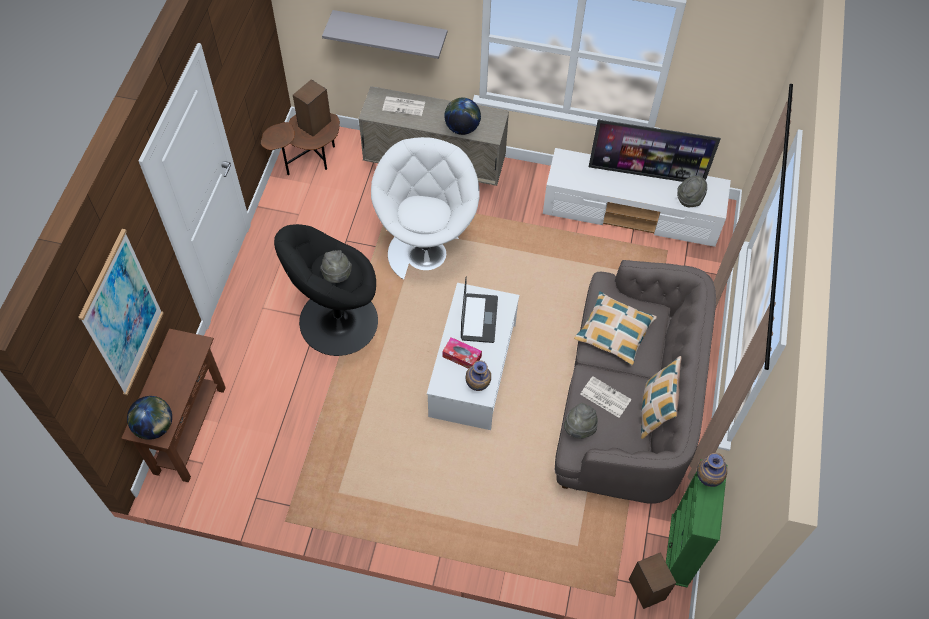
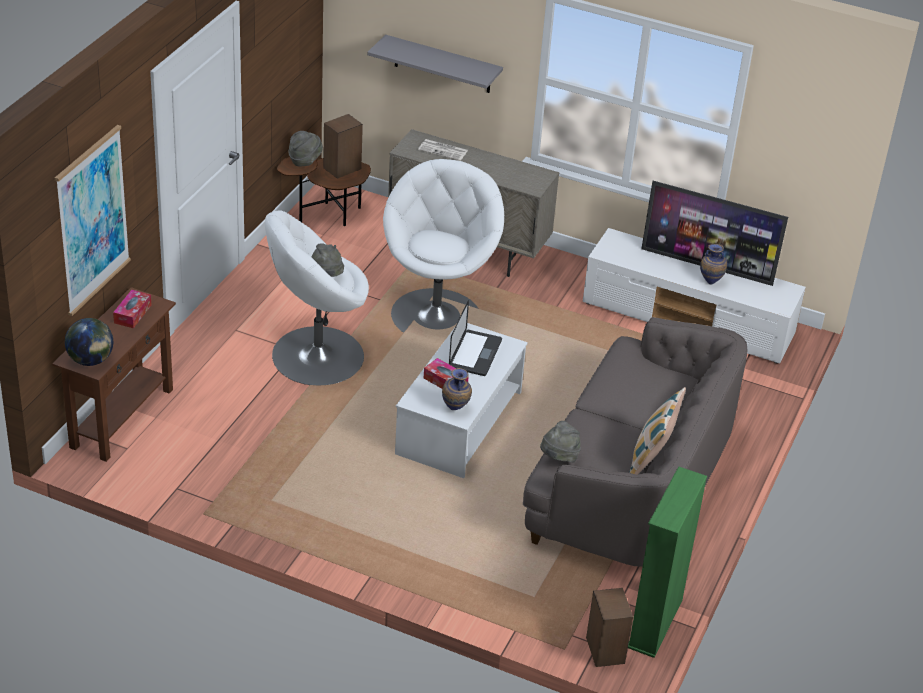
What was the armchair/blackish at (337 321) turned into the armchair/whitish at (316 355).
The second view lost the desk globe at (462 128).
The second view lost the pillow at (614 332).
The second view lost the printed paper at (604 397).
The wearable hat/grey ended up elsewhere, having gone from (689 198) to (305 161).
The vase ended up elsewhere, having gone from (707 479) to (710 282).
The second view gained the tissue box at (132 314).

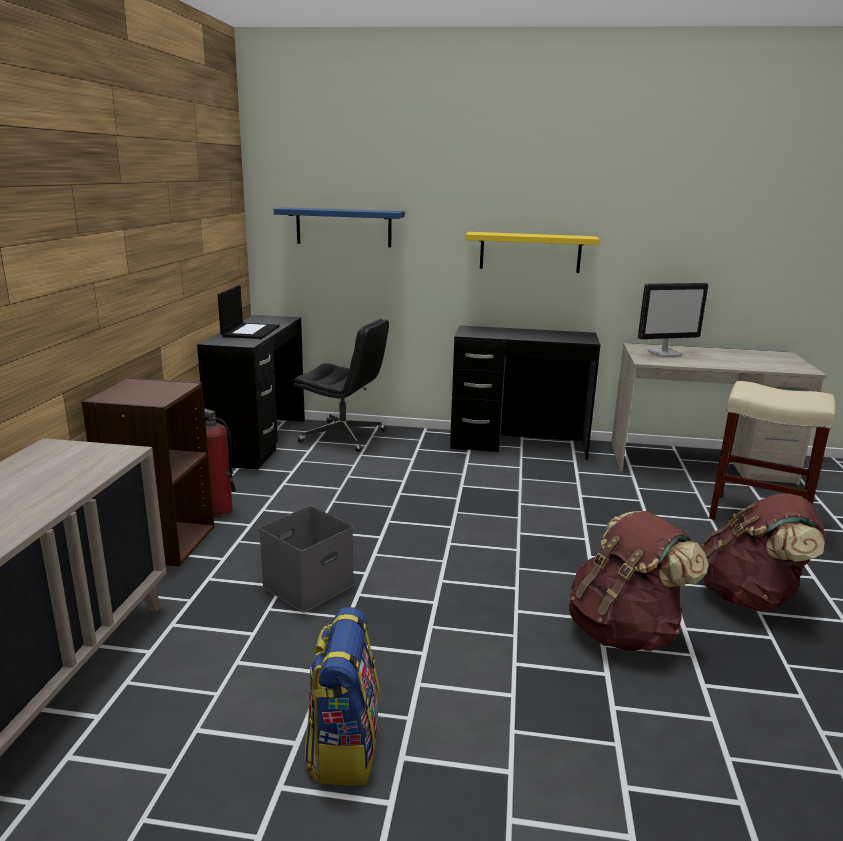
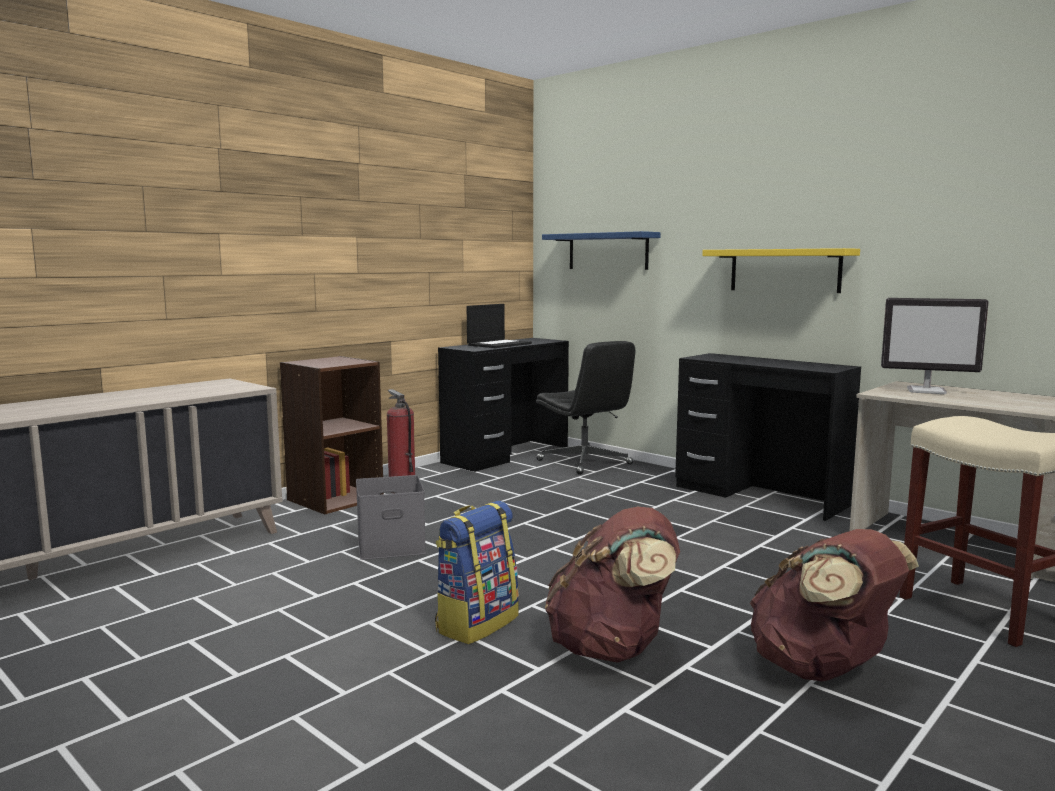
The knapsack ended up elsewhere, having gone from (343 747) to (476 623).

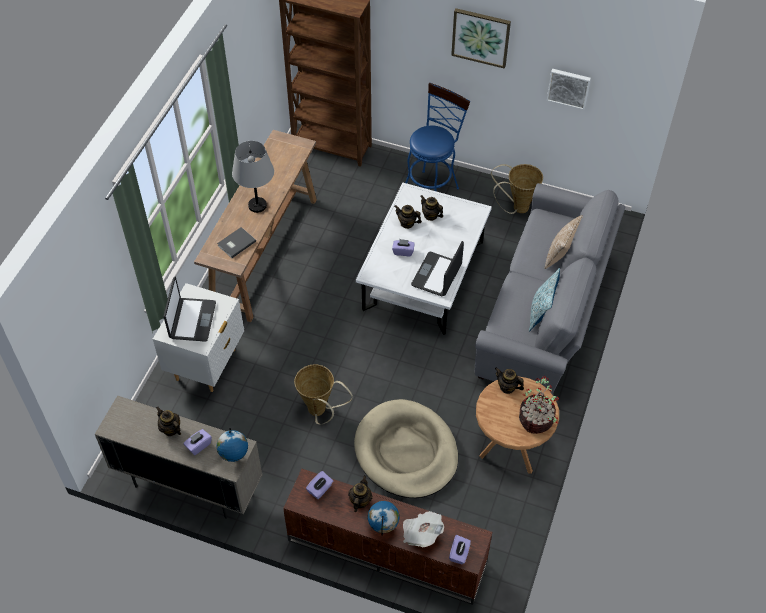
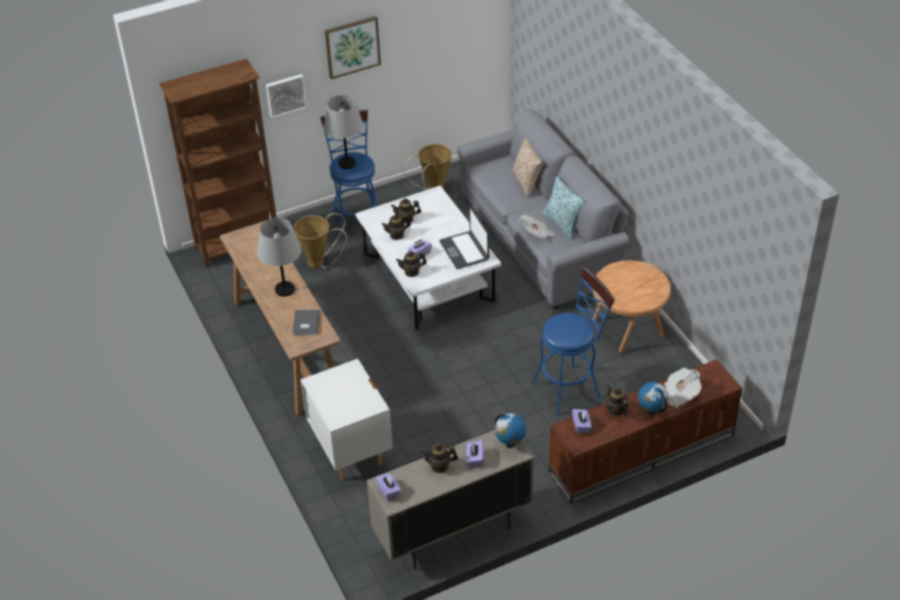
The second view lost the laptop at (192 320).
The storage basket ended up elsewhere, having gone from (320 412) to (320 263).
Where the pet bed/beige stood at (406 452), the stool seat/bluish came to stand at (570 388).
The tissue box/purplish ended up elsewhere, having gone from (459 554) to (389 491).
The tea pot ended up elsewhere, having gone from (507 387) to (412 272).
The second view lost the potted plant at (536 420).
The picture ended up elsewhere, having gone from (568 87) to (285 95).
The second view gained the lamp for a table/grey at (347 163).
The second view gained the printed paper at (536 234).

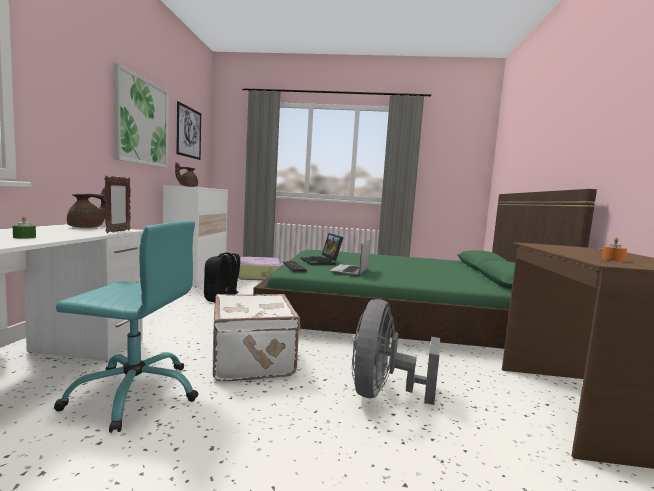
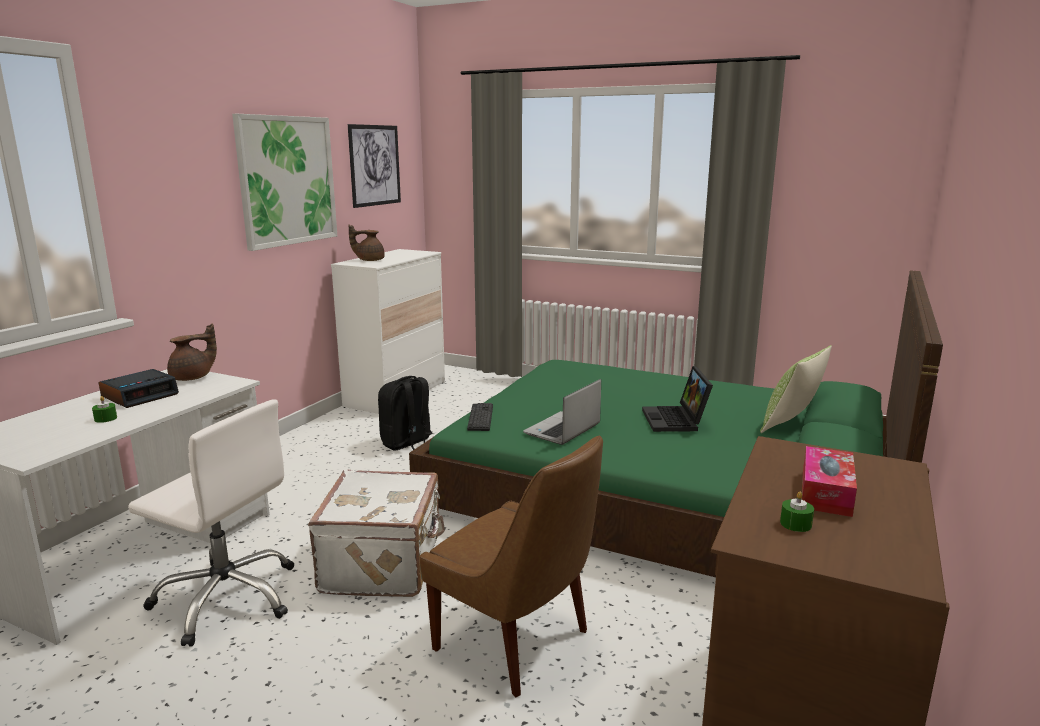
What was the computer chair/turquoise at (135 393) turned into the computer chair/whitish at (227 598).
The second view lost the photo frame at (118 231).
The second view lost the suitcase at (259 275).
The laptop ended up elsewhere, having gone from (321 262) to (676 420).
Where the cooling fan/grey stood at (383 393), the plain chair/brownish came to stand at (516 642).
What was the wax candle/orangey at (613 259) turned into the wax candle/green at (795 524).
The second view gained the table clock at (140 395).
The second view gained the pillow at (791 424).
The second view gained the tissue box at (826 492).

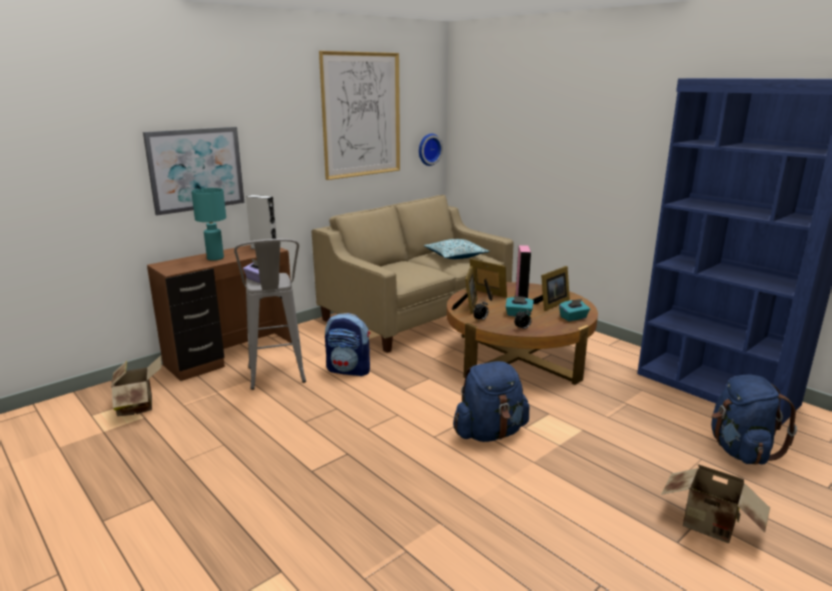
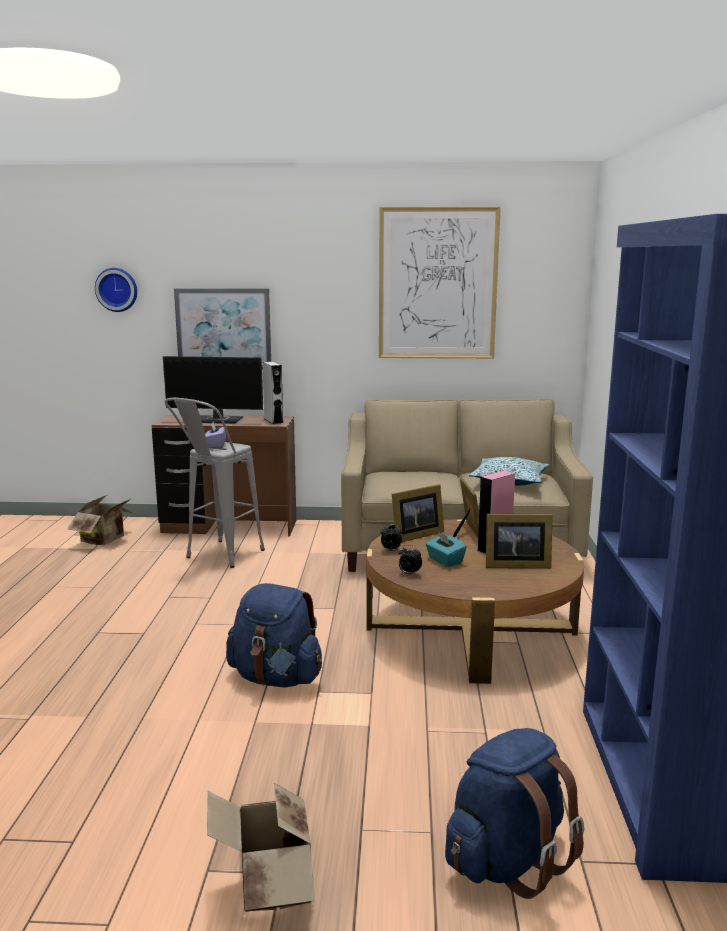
Where the lamp for a table/turquoise stood at (215 258), the computer display came to stand at (218 420).
The second view lost the knapsack at (349 370).
The clock on the wall ended up elsewhere, having gone from (428 149) to (117 289).
The second view lost the tissue box/turquoise at (573 318).

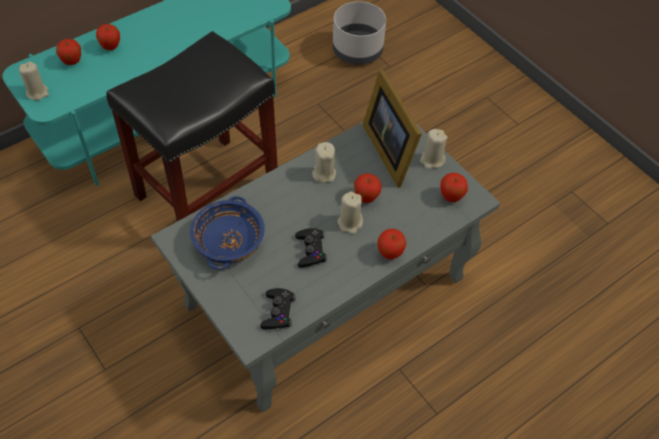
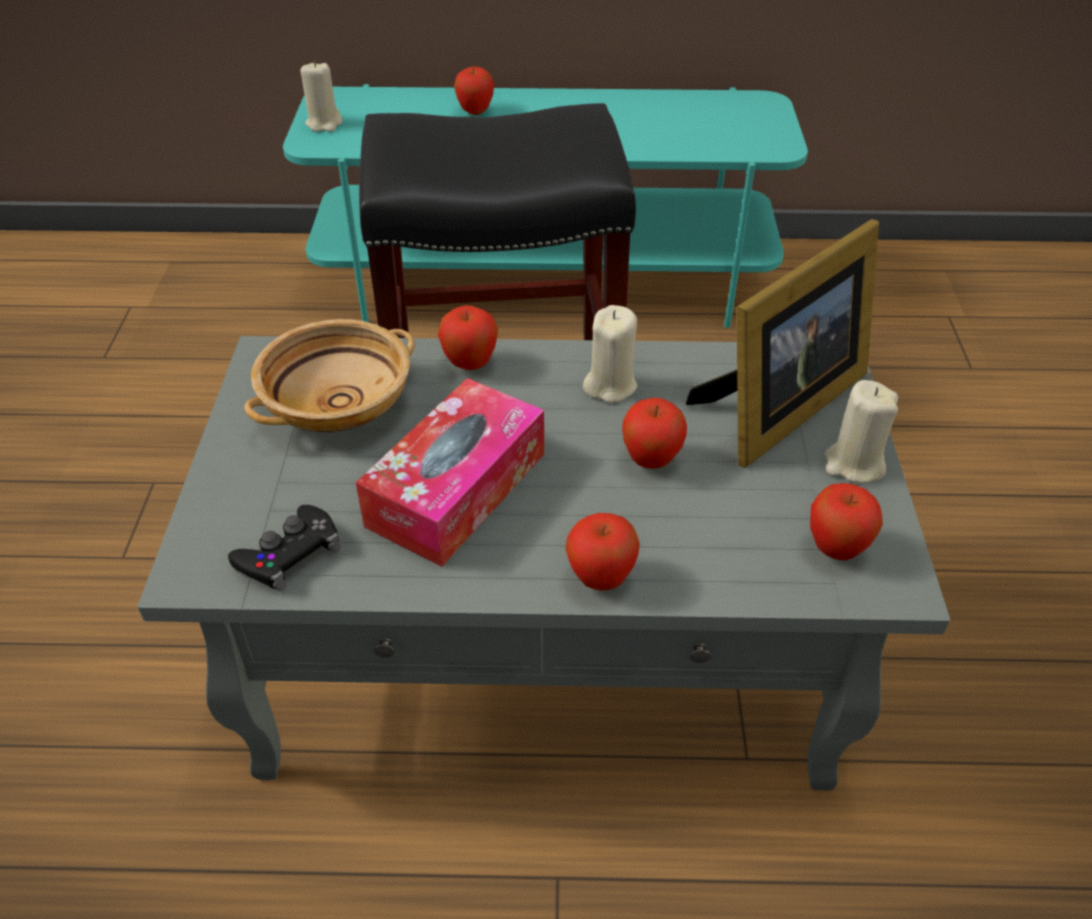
The whole apple ended up elsewhere, having gone from (72 62) to (470 364).
What was the deep dish/bluish at (228 242) turned into the deep dish/beige at (338 403).
Where the gamepad/blackish stood at (311 250), the tissue box came to stand at (457 489).
The second view lost the planter/grey at (358 50).
The second view lost the wax candle/beige at (350 223).
The photo frame at (390 150) ended up facing another way, 150 degrees counterclockwise from before.

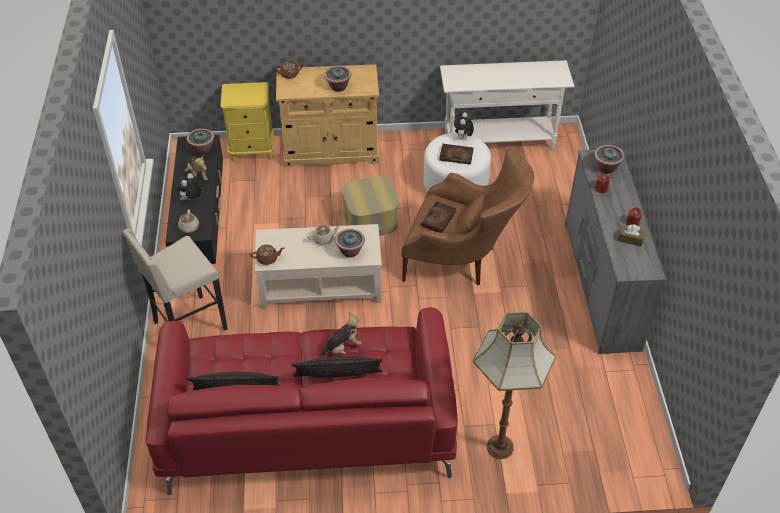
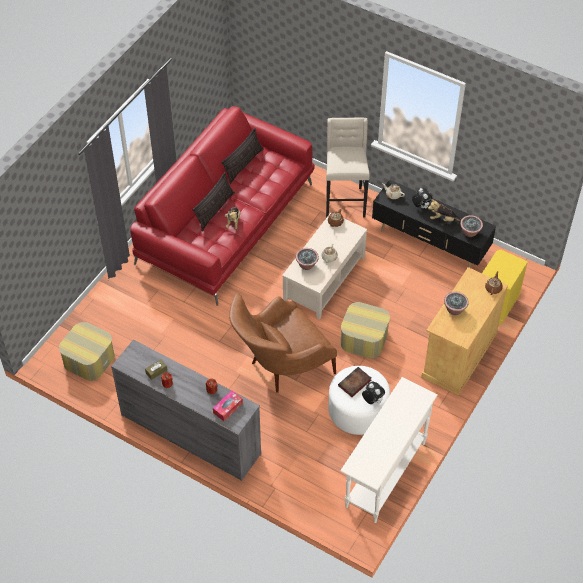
The second view lost the bound book at (438 220).
The second view lost the standing lamp at (500 448).
Where the potted plant stood at (606 168), the tissue box came to stand at (228 408).
The second view gained the pouffe at (89 359).

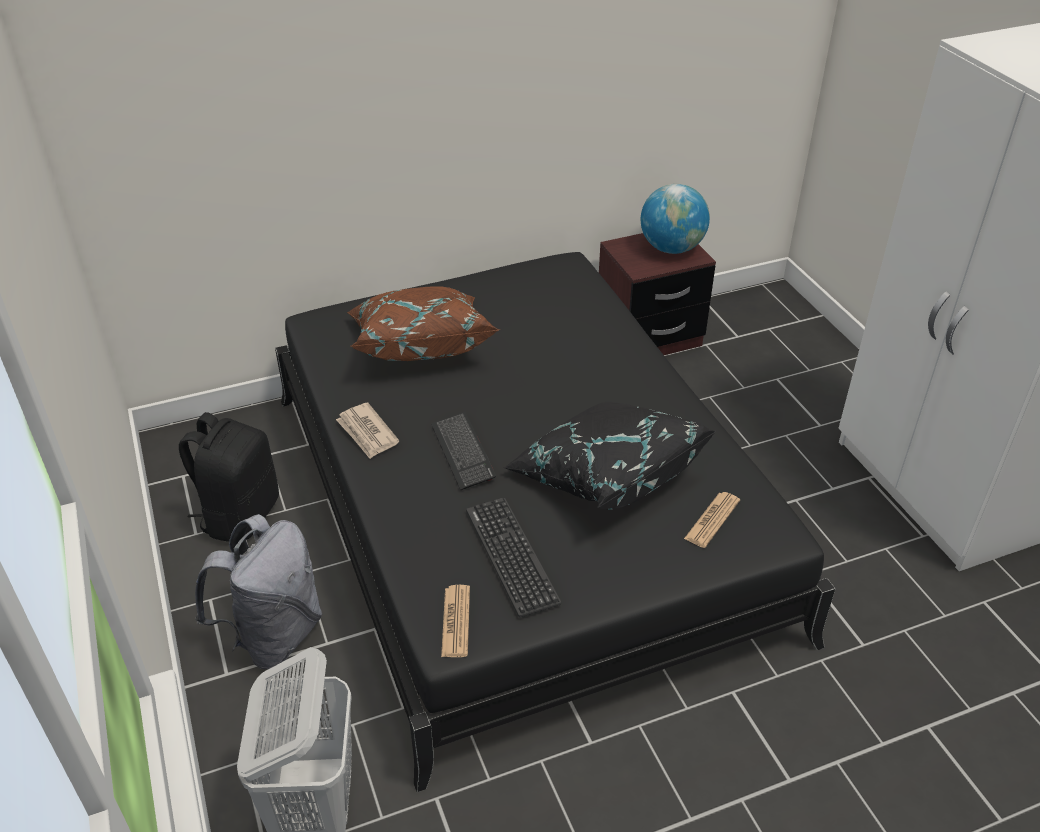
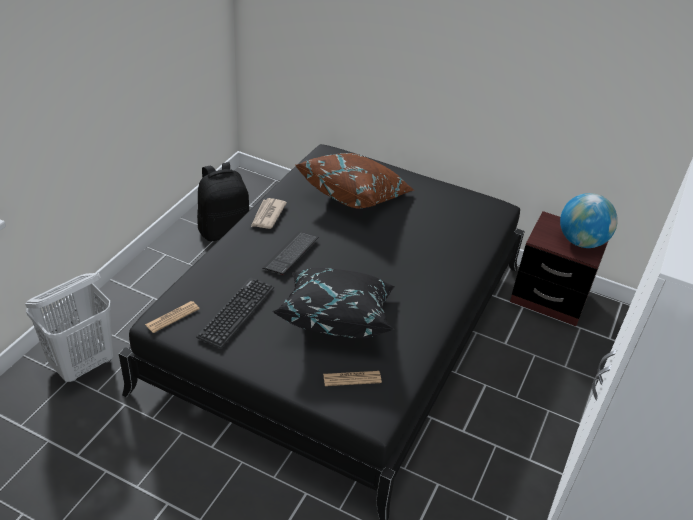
The second view lost the knapsack/grey at (274 635).

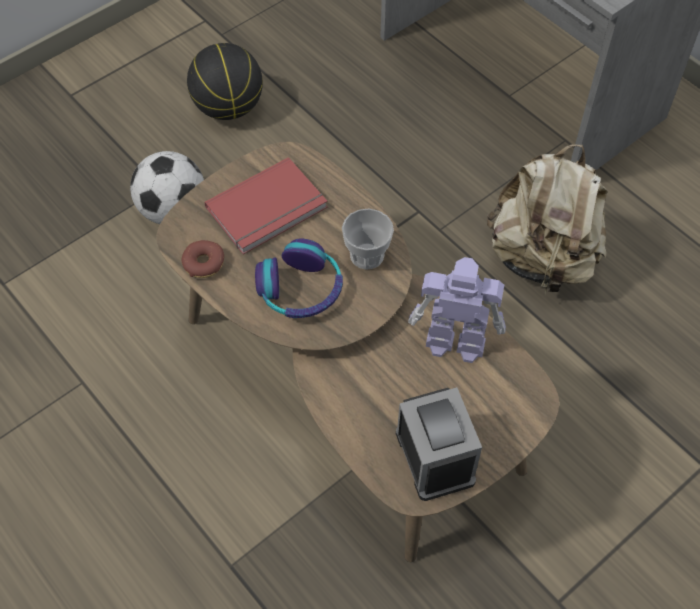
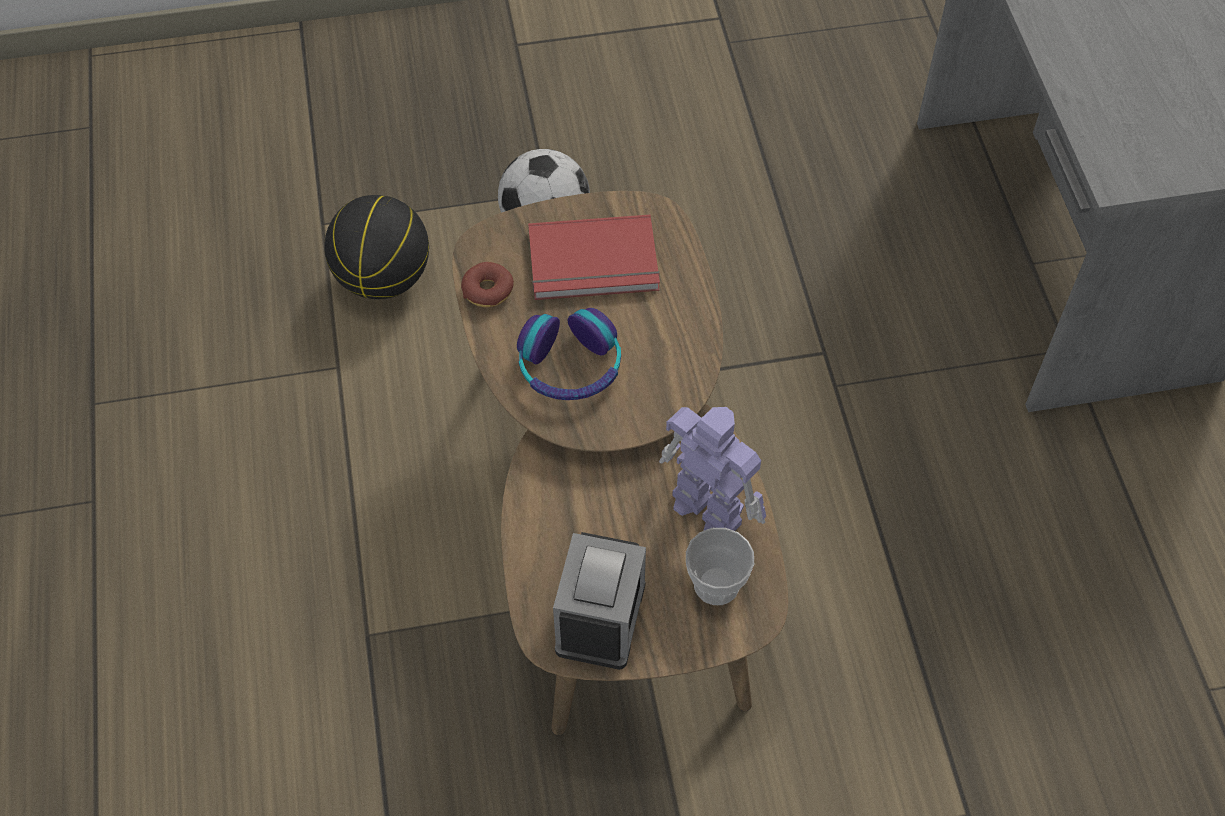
The basketball ball ended up elsewhere, having gone from (228 108) to (382 278).
The cup ended up elsewhere, having gone from (367 255) to (716 585).
The second view lost the knapsack/beige at (541 258).

